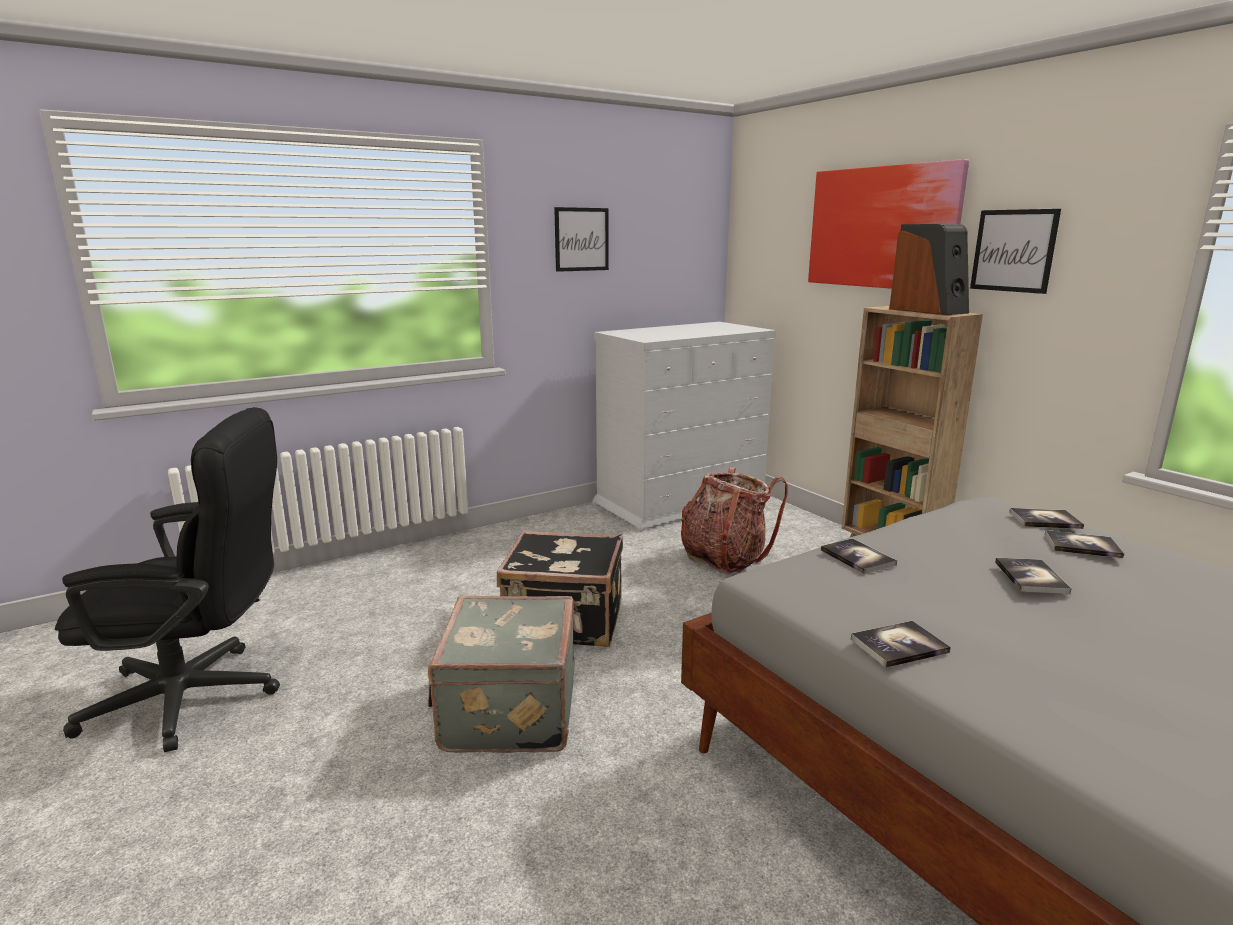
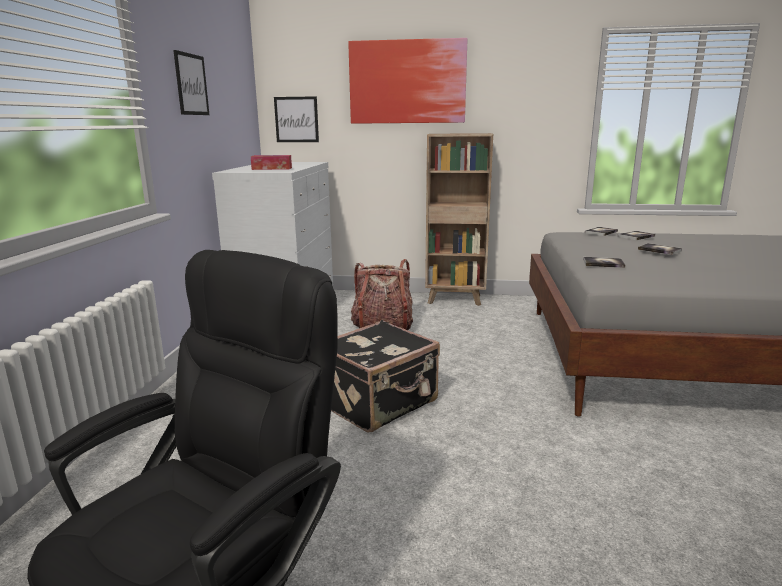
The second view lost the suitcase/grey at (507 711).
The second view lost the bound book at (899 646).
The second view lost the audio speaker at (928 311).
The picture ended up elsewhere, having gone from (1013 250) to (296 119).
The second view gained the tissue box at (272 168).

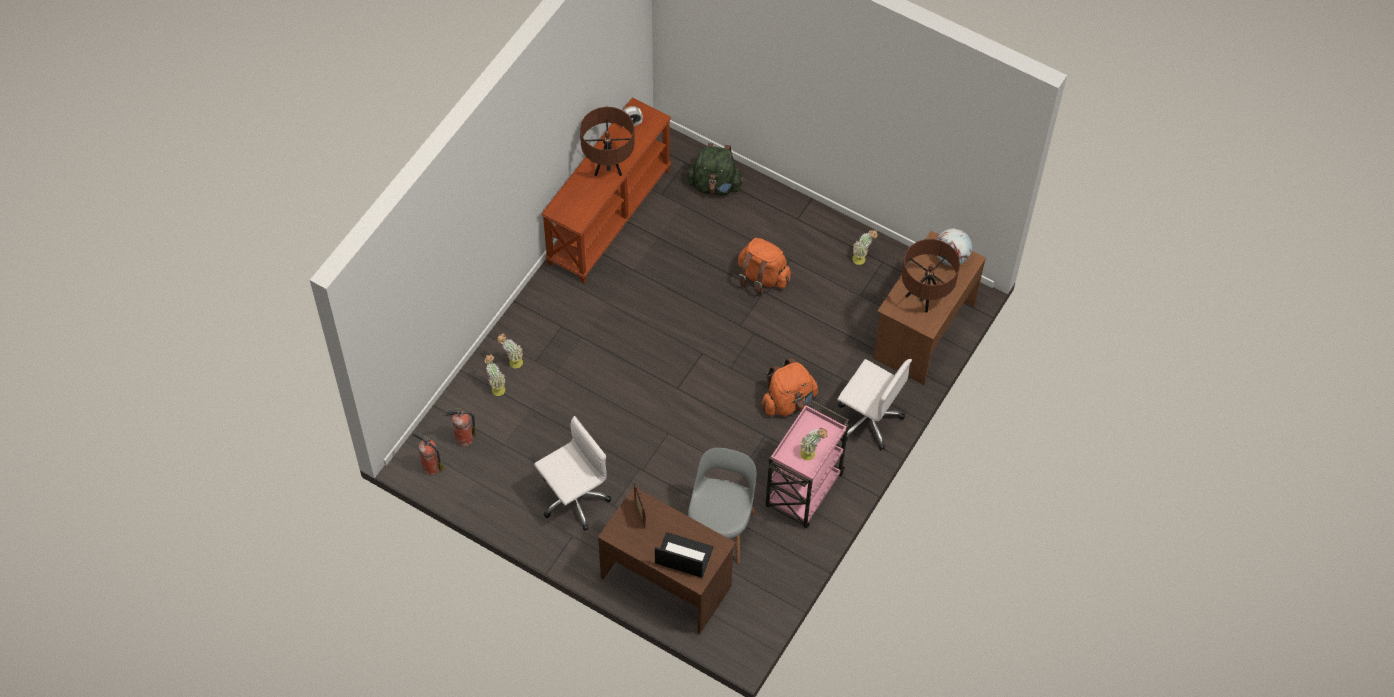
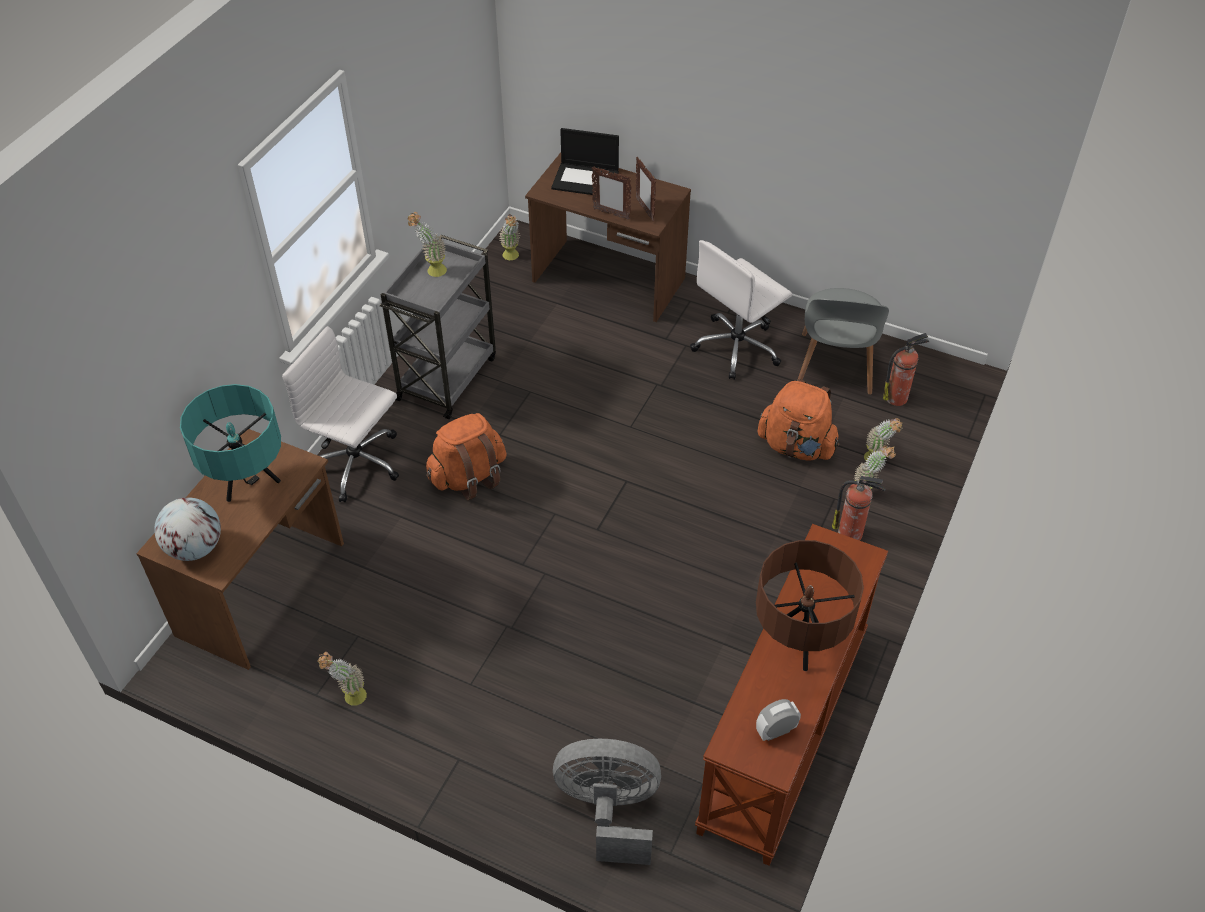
The fire extinguisher ended up elsewhere, having gone from (430 467) to (851 534).
Where the knapsack/green stood at (715 185), the cooling fan/grey came to stand at (609 811).
The plain chair/grey ended up elsewhere, having gone from (720 527) to (835 367).
The knapsack/orangey ended up elsewhere, having gone from (762 277) to (796 446).
What was the wheeled cart/pink at (803 492) turned into the wheeled cart/grey at (447 377).
What was the lamp for a table/brownish at (925 296) turned into the lamp for a table/turquoise at (248 485).
The second view gained the potted plant at (512 257).
The second view gained the photo frame at (611 214).

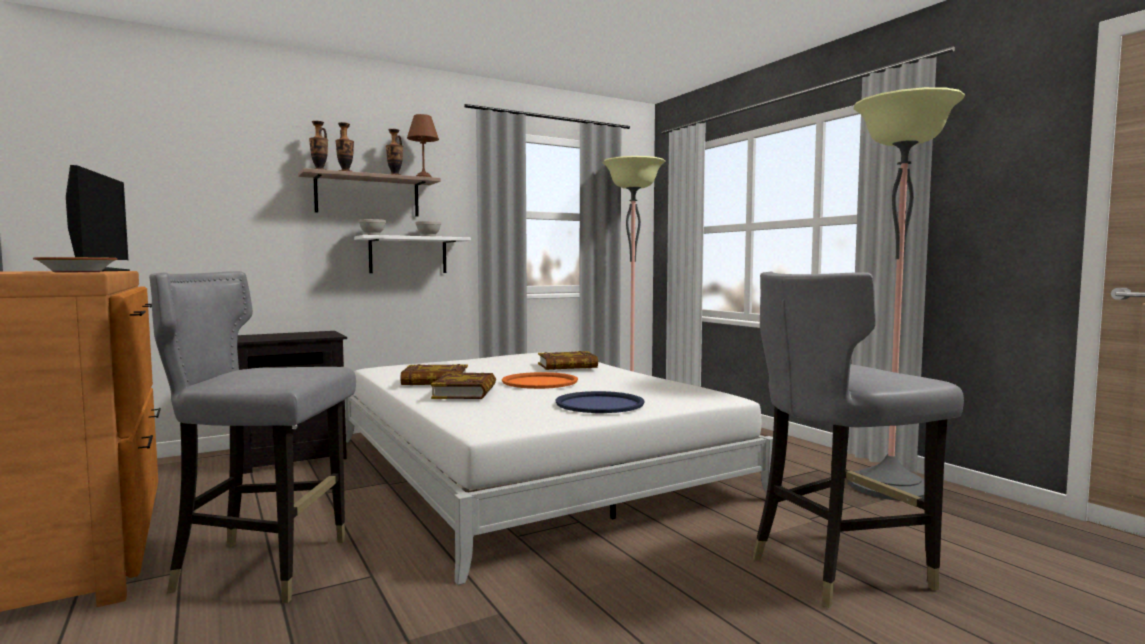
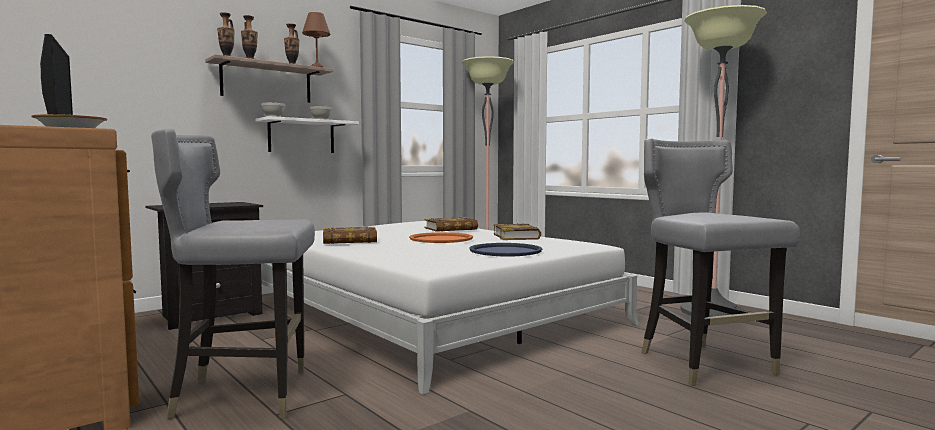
The bound book ended up elsewhere, having gone from (465 392) to (516 236).
The plain chair/grey at (838 569) ended up facing another way, 105 degrees clockwise from before.

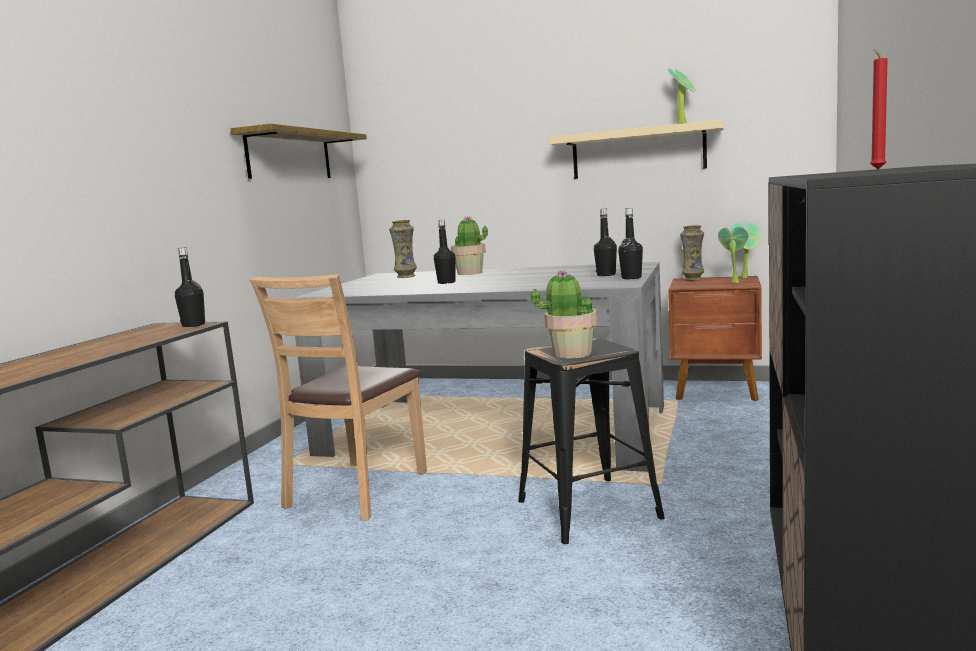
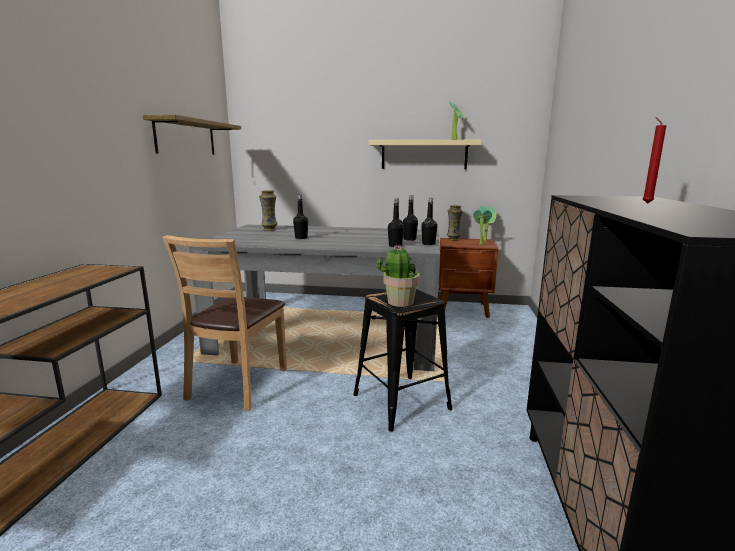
The bottle/blackish ended up elsewhere, having gone from (193 325) to (395 246).
The second view lost the potted plant at (470 273).

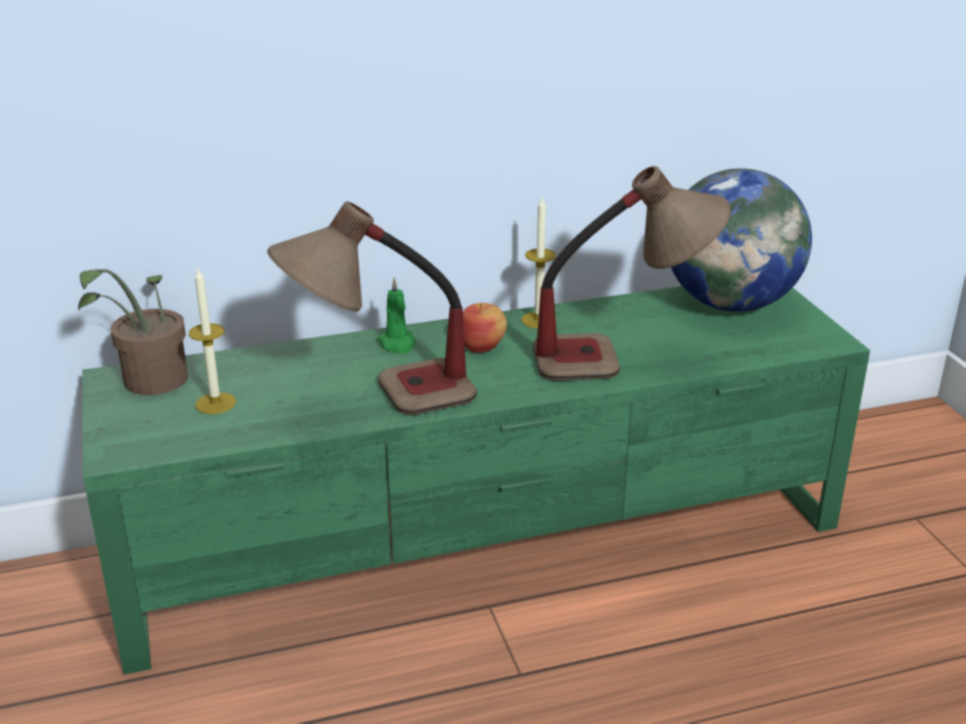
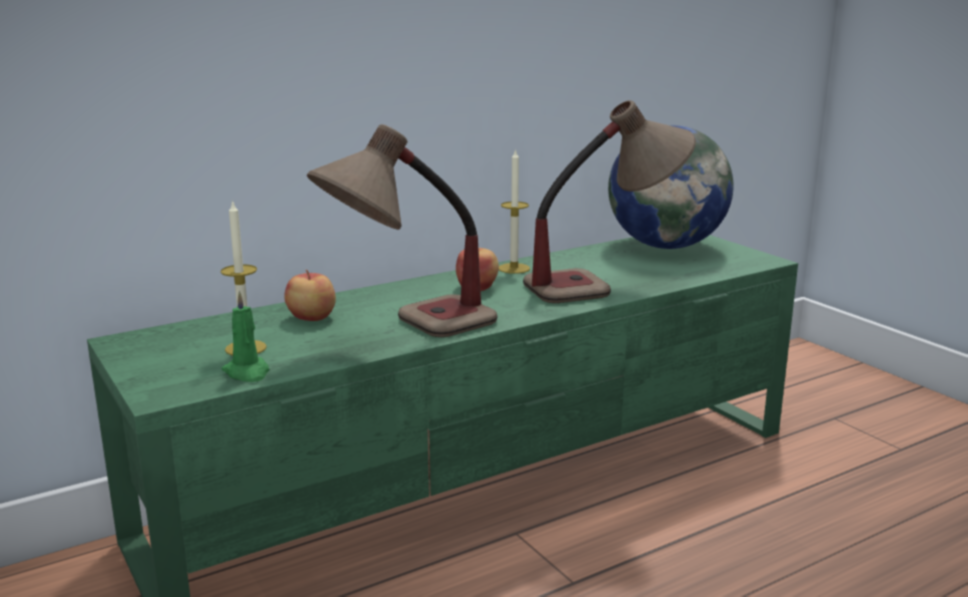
The second view lost the potted plant at (149 384).
The wax candle/green ended up elsewhere, having gone from (397 344) to (247 373).
The second view gained the whole apple at (311 317).

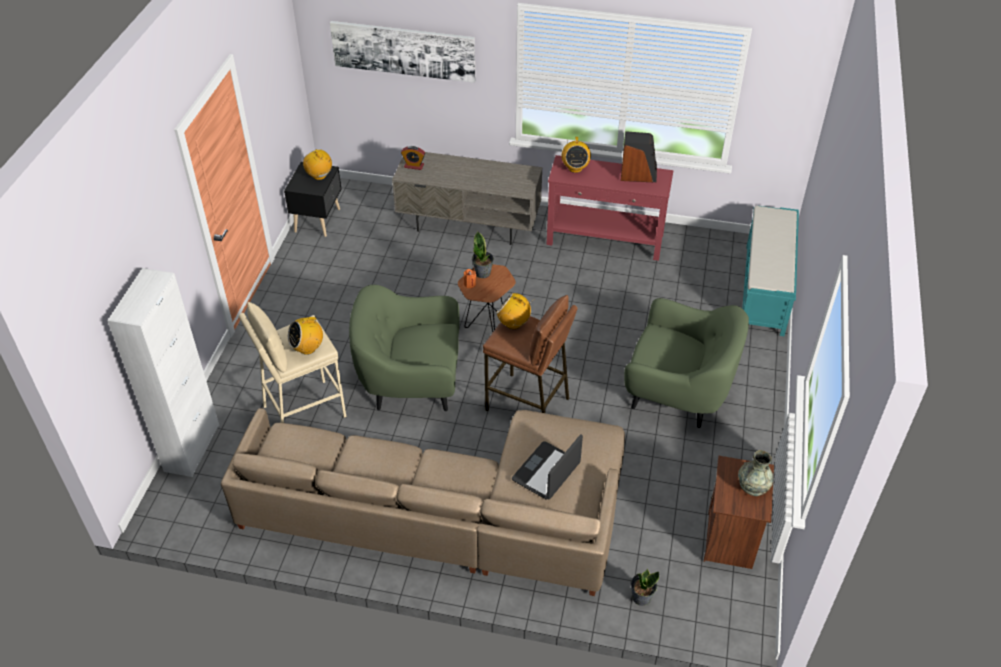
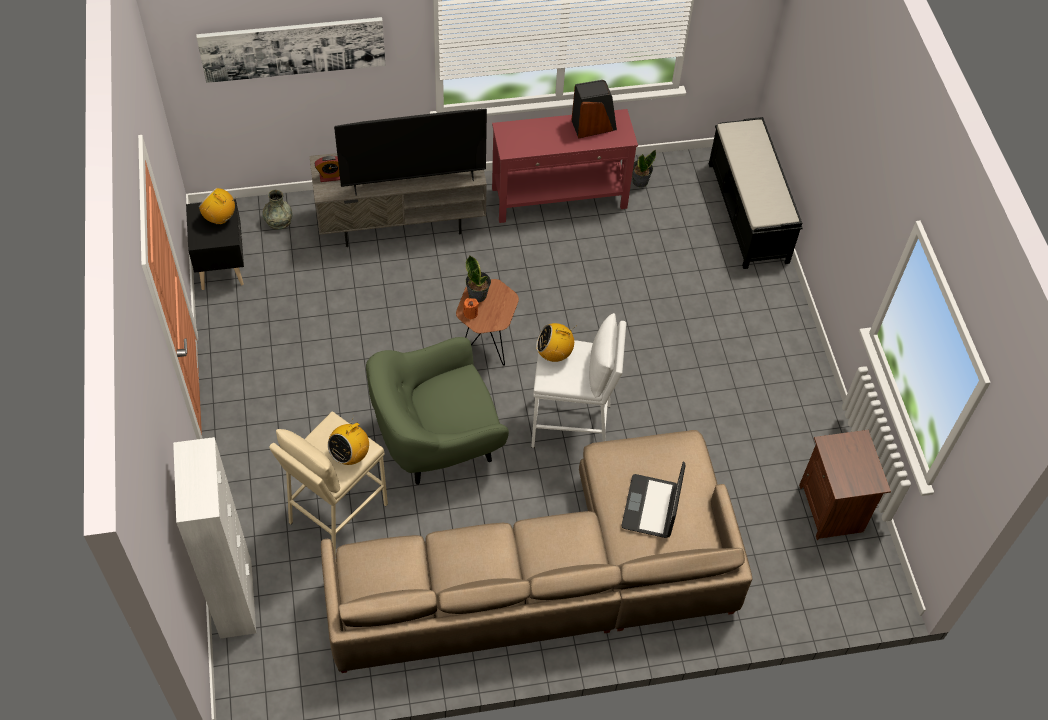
What was the stool seat/brownish at (527 404) turned into the stool seat/whitish at (571 425).
The second view lost the radio at (575 168).
The second view lost the armchair/green at (678 394).
The potted plant ended up elsewhere, having gone from (641 597) to (640 181).
The vase/grey ended up elsewhere, having gone from (753 485) to (278 221).
What was the indoor bench/turquoise at (764 290) turned into the indoor bench/blackish at (748 213).
The second view gained the TV set at (413 181).

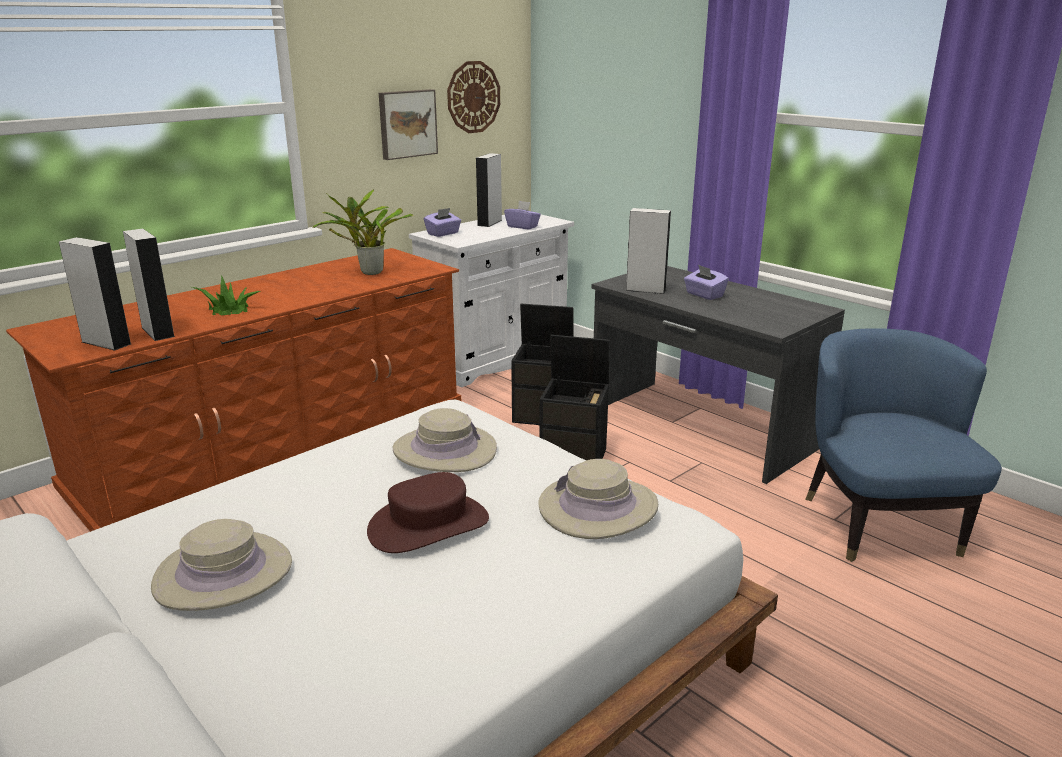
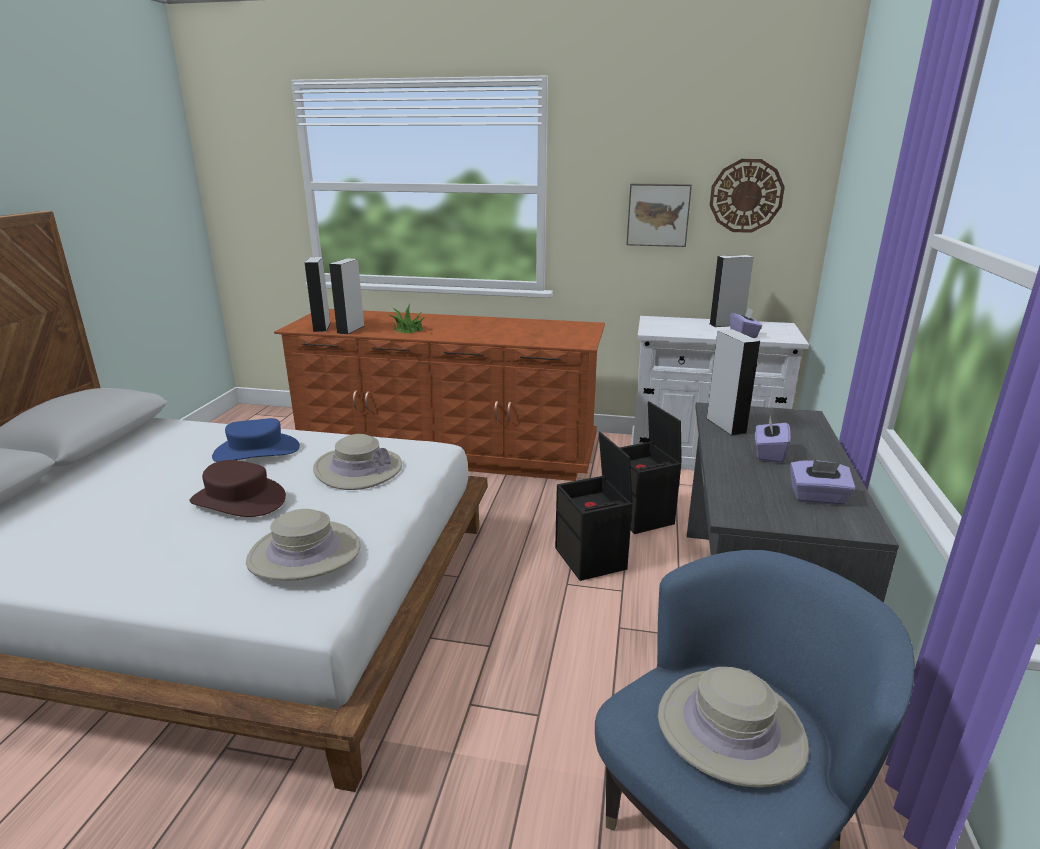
The wearable hat/beige ended up elsewhere, having gone from (223 573) to (730 729).
The second view lost the potted plant at (368 272).
The tissue box/purplish ended up elsewhere, having gone from (443 233) to (817 498).
The second view gained the wearable hat/bluish at (257 451).

